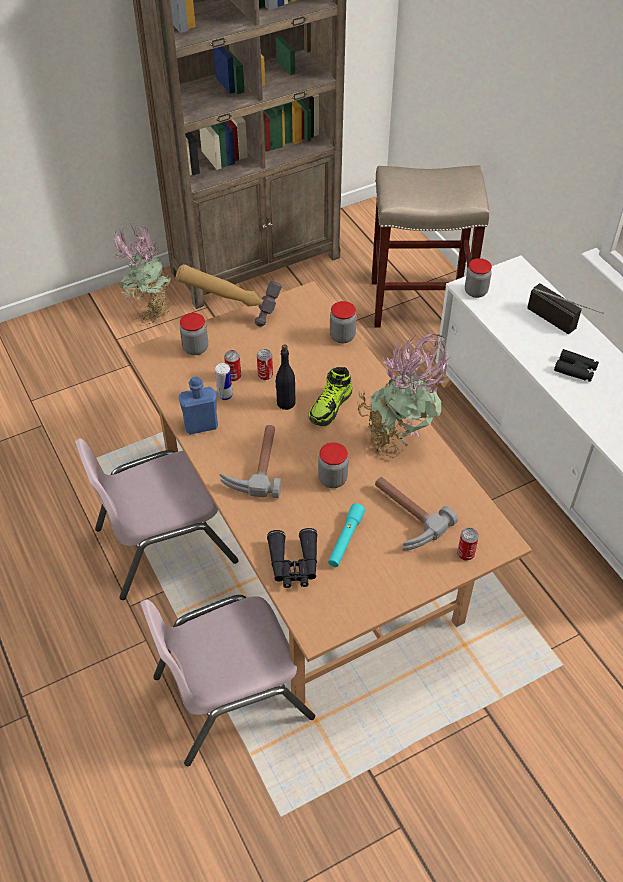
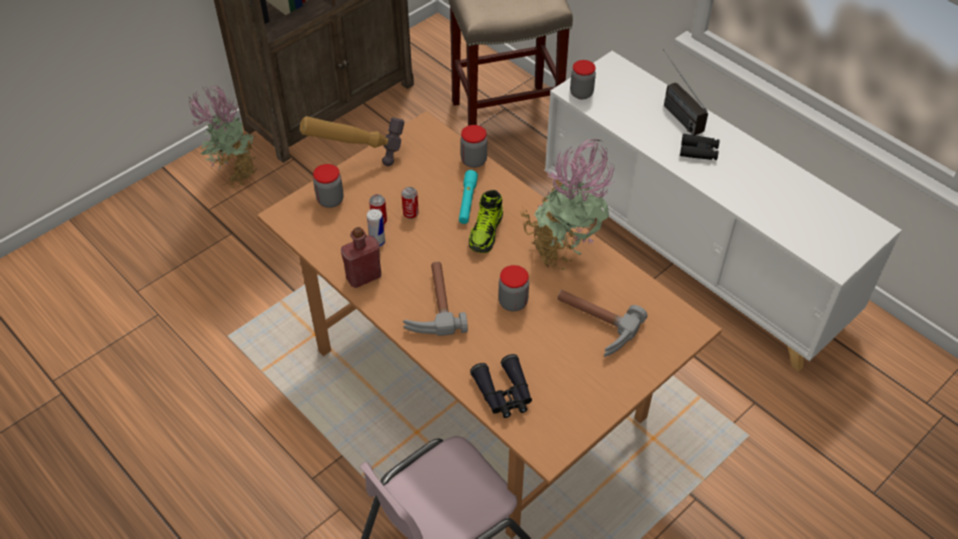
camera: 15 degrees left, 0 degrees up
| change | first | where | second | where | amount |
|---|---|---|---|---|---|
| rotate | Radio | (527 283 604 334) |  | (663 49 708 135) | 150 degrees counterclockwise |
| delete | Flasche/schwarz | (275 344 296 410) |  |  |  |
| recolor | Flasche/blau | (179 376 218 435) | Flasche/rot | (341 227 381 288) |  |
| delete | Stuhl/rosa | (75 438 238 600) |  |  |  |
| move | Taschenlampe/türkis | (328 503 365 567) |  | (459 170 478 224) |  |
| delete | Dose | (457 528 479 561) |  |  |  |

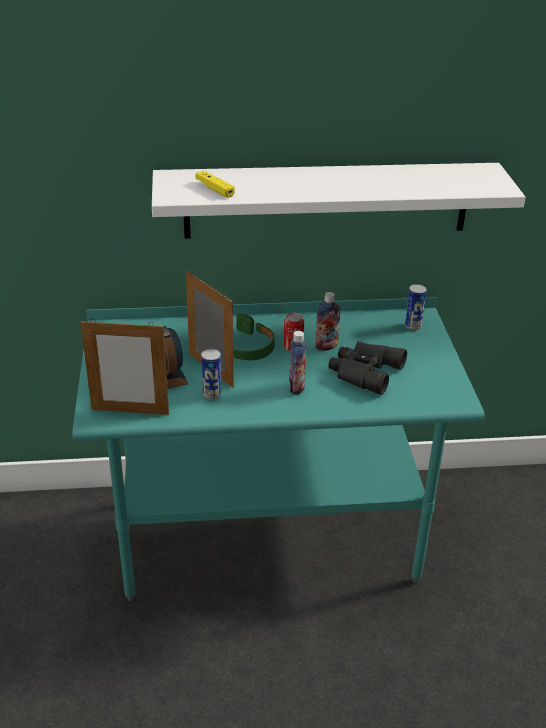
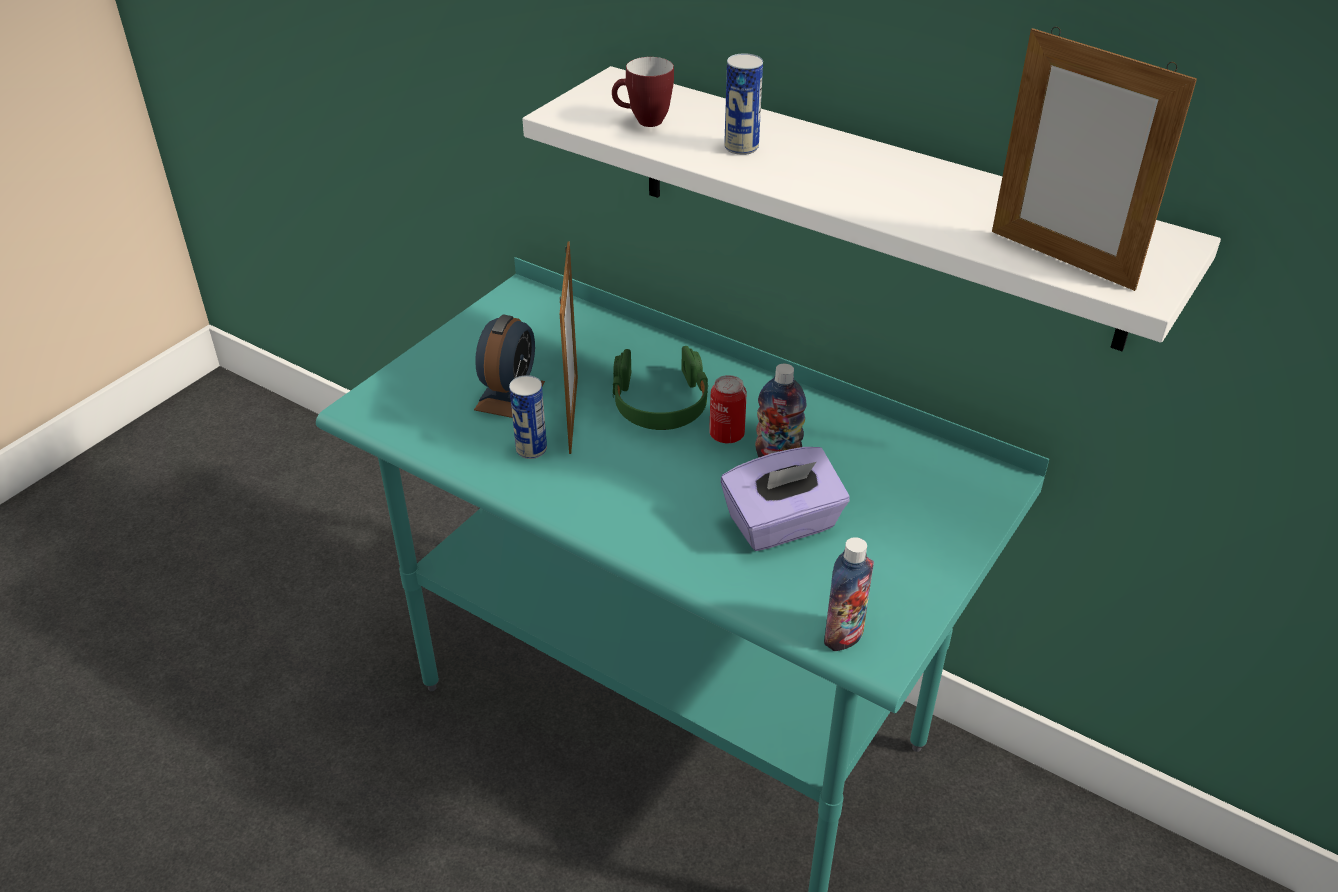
camera: 40 degrees right, 5 degrees up
| change | first | where | second | where | amount |
|---|---|---|---|---|---|
| replace | Gamepad/gelb | (196 171 235 198) | Henkelbecher | (612 57 674 127) |  |
| move | Dose | (405 284 427 330) |  | (724 53 763 155) |  |
| move | Bilderrahmen | (80 319 169 415) |  | (992 27 1197 291) |  |
| move | Flasche | (289 331 307 395) |  | (824 537 874 651) |  |
| replace | Fernglas/schwarz | (328 341 407 395) | Taschentuchbox/lila | (721 447 850 551) |  |

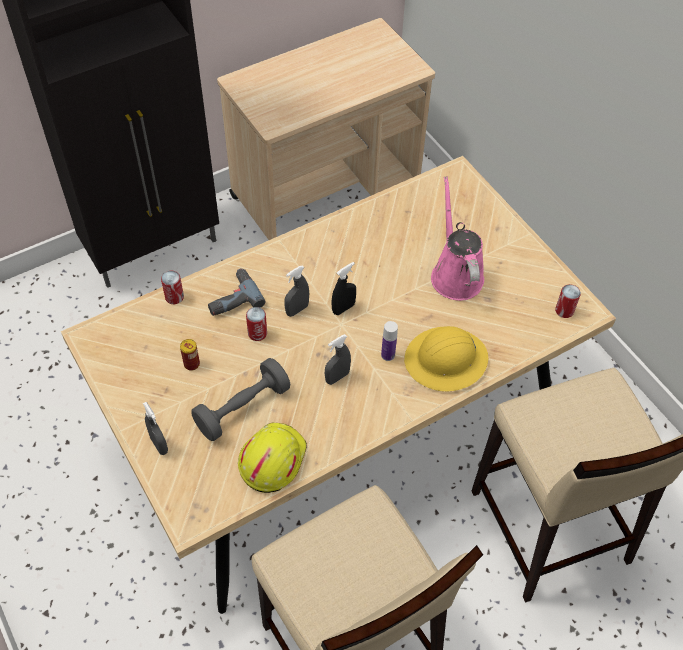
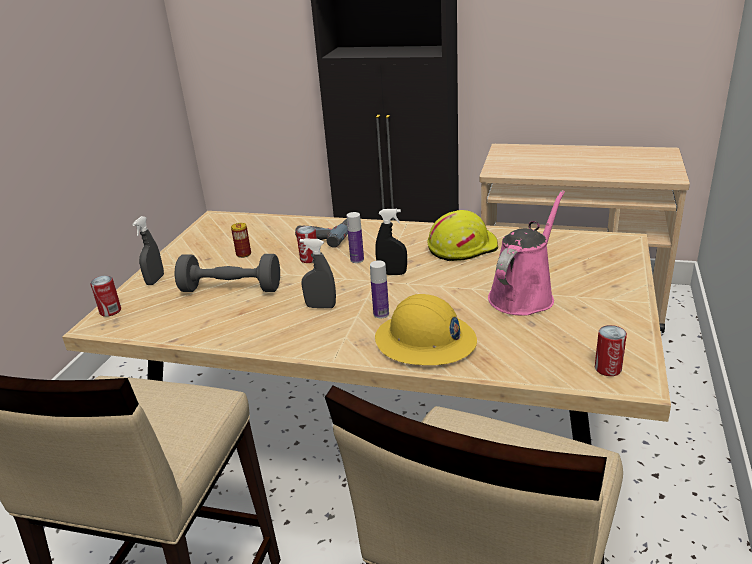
camera: 50 degrees right, 25 degrees down
| change | first | where | second | where | amount |
|---|---|---|---|---|---|
| replace | Sprühflasche/grau | (285 266 309 317) | Flasche | (346 212 364 263) |  |
| move | Dose | (161 271 184 304) |  | (90 275 121 317) |  |
| move | Schutzhelm/gelb | (238 422 307 493) |  | (427 210 498 261) |  |

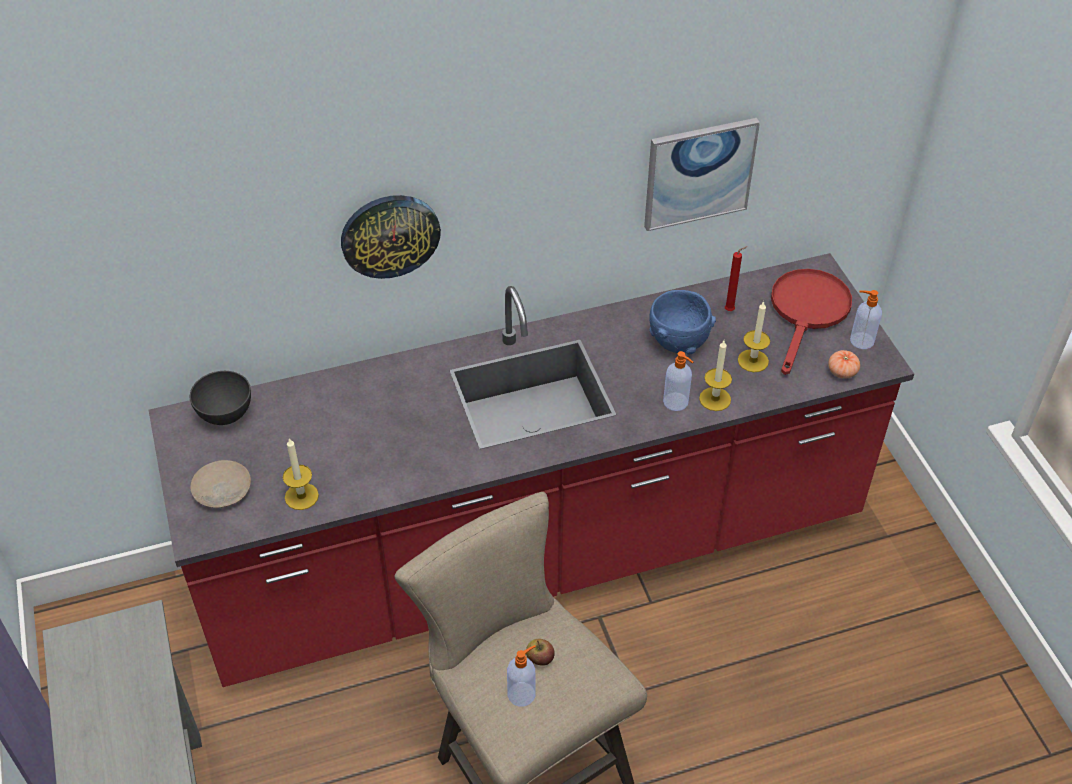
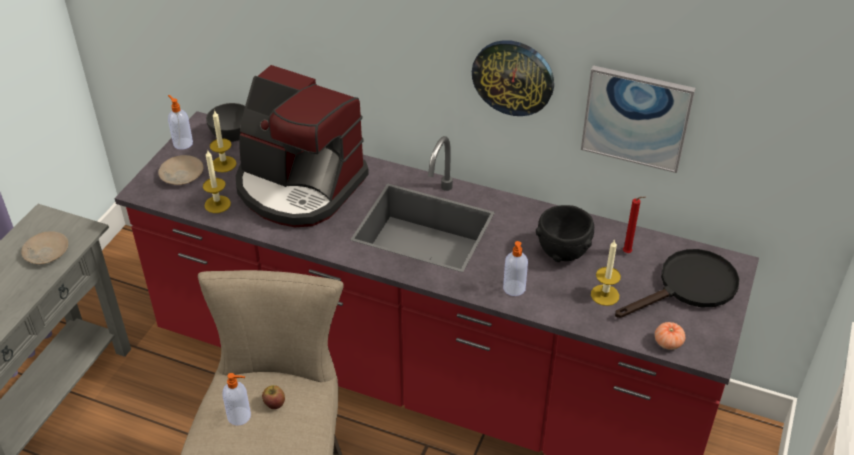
camera: 40 degrees right, 5 degrees down
| change | first | where | second | where | amount |
|---|---|---|---|---|---|
| move | Wanduhr | (341 195 441 279) |  | (472 40 554 116) |  |
| recolor | Pfanne/rot | (771 269 852 375) | Pfanne/schwarz | (615 249 739 318) |  |
| recolor | Schüssel/blau | (649 290 716 354) | Schüssel/schwarz | (536 205 594 262) |  |
| move | Seifenspender | (850 290 882 349) |  | (168 95 193 150) |  |
| move | Kerze | (699 340 732 411) |  | (210 110 236 172) |  |
| insert |  |  | Kaffeemaschine | (236 65 369 227) |  |
| insert |  |  | Teller/beige | (21 231 68 264) |  |

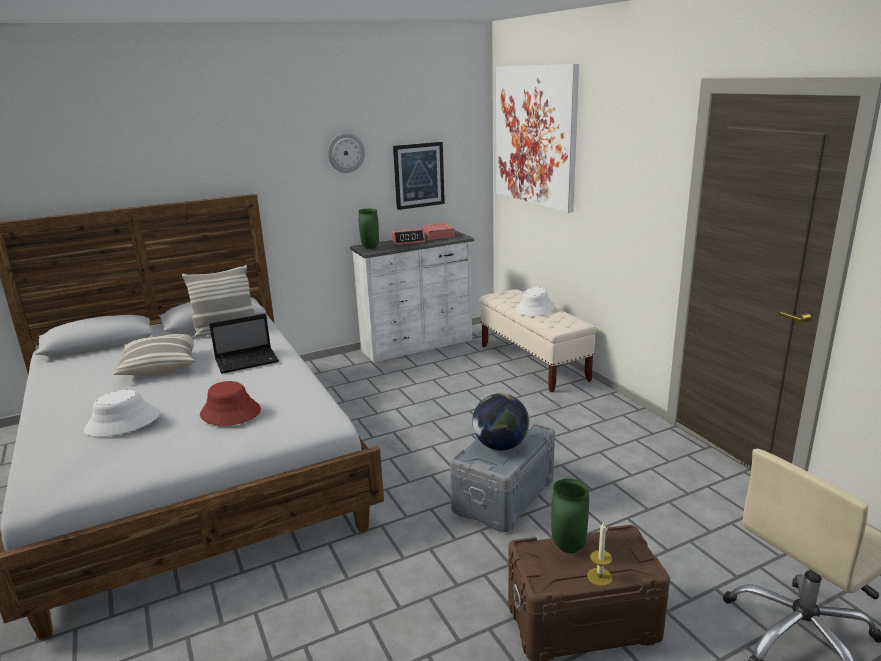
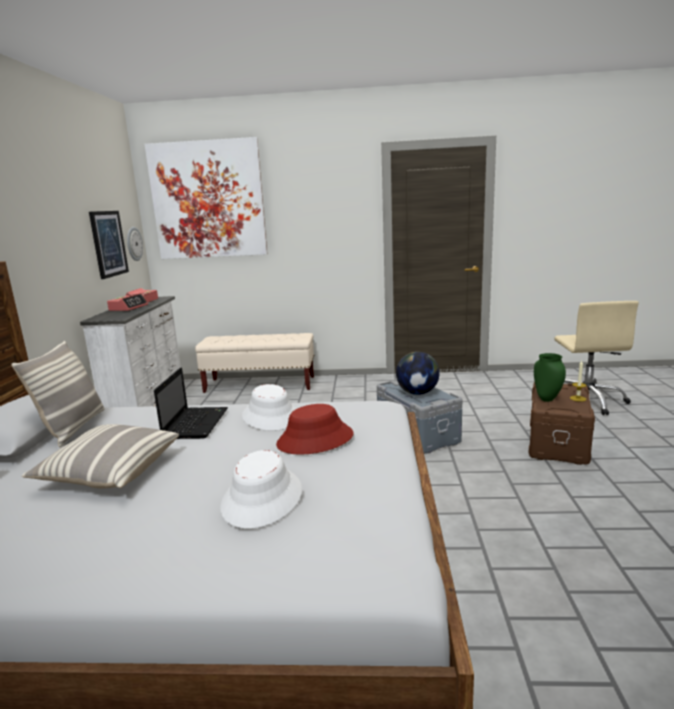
camera: 60 degrees left, 5 degrees down
| change | first | where | second | where | amount |
|---|---|---|---|---|---|
| move | Wanduhr | (328 133 365 173) |  | (127 227 143 261) |  |
| delete | Vase/grün | (358 209 379 249) |  |  |  |
| move | Hut/weiß | (516 287 555 316) |  | (242 384 296 431) |  |

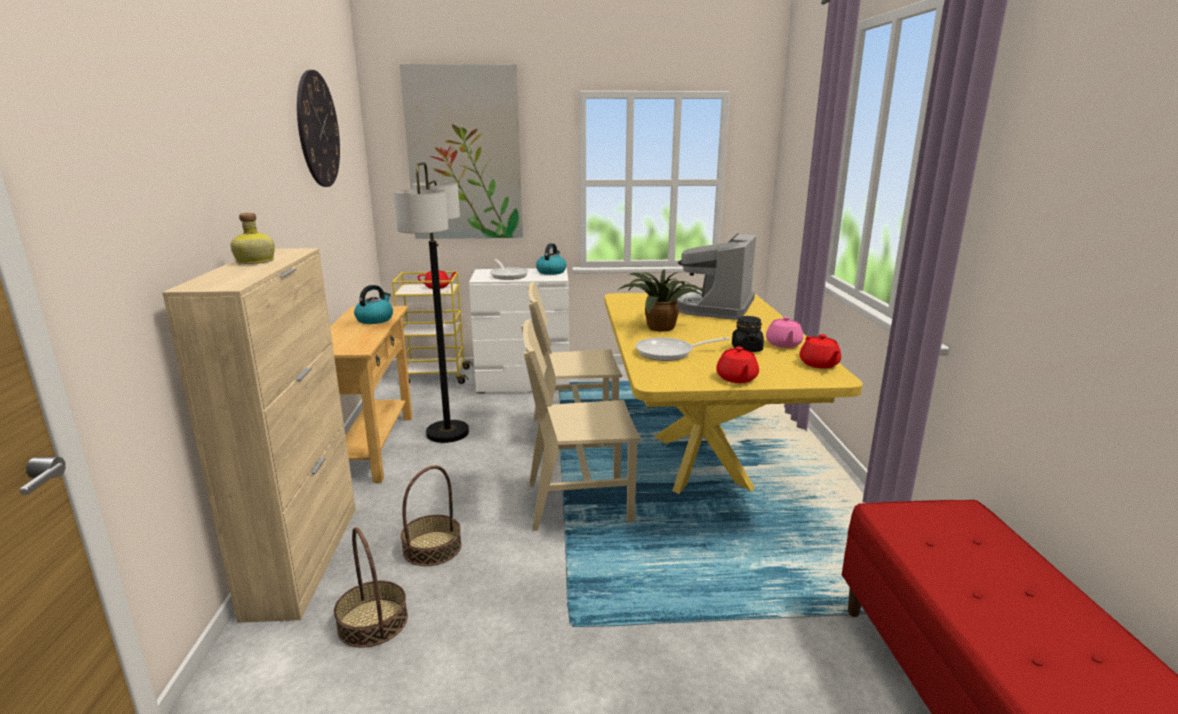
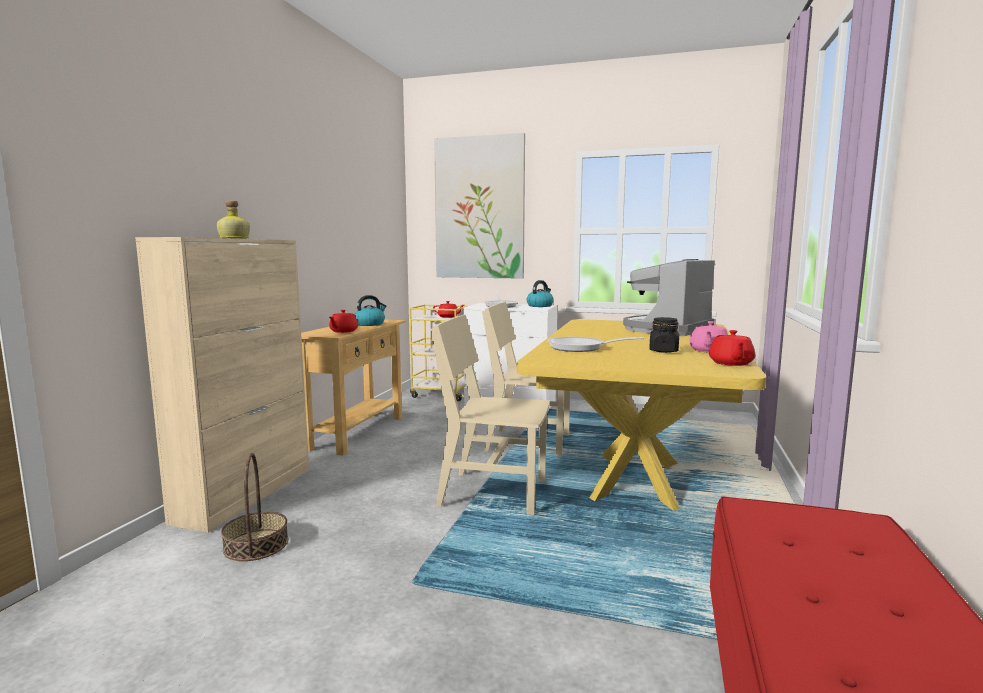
camera: 20 degrees right, 10 degrees down
| change | first | where | second | where | amount |
|---|---|---|---|---|---|
| delete | Wanduhr | (297 70 340 187) |  |  |  |
| delete | Stehlampe | (394 162 469 443) |  |  |  |
| delete | Topfpflanze | (618 270 704 332) |  |  |  |
| move | Teekanne/rot | (716 347 759 383) |  | (329 310 358 333) |  |
| delete | Korb | (401 465 462 566) |  |  |  |

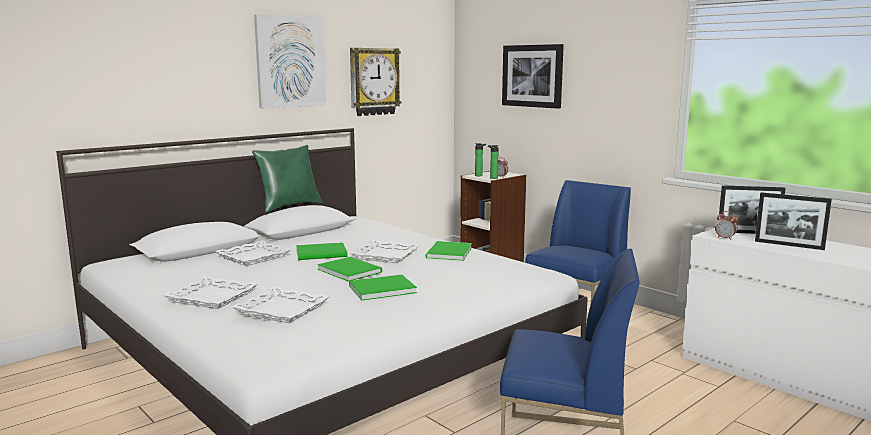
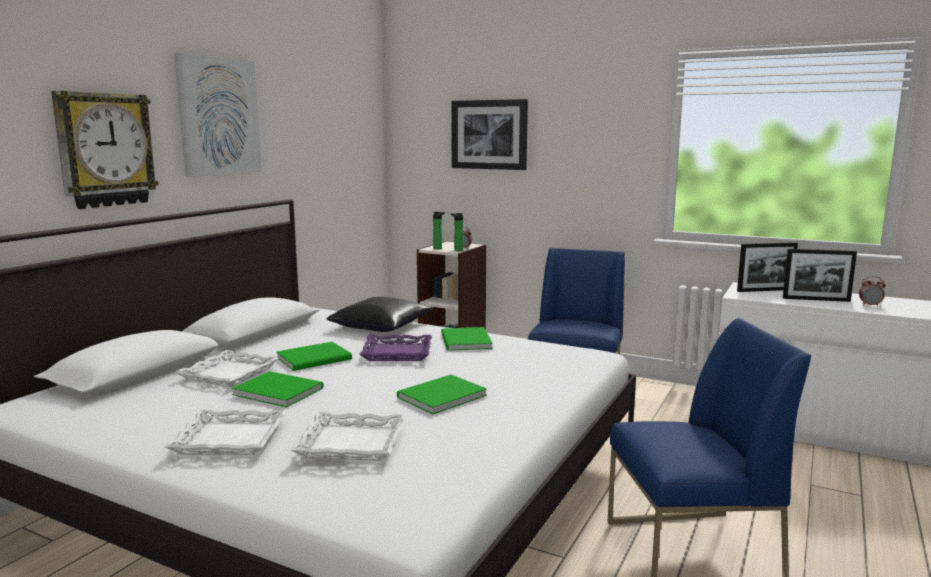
camera: 20 degrees left, 0 degrees up
| change | first | where | second | where | amount |
|---|---|---|---|---|---|
| move | Wanduhr | (350 48 401 116) |  | (51 91 159 209) |  |
| delete | Kissen/grün | (252 145 323 213) |  |  |  |
| move | Wecker | (715 211 738 240) |  | (859 276 886 307) |  |
| recolor | Tablett/weiß | (350 240 420 263) | Tablett/lila | (359 335 432 361) |  |
| move | Buch/grün | (317 257 382 282) |  | (231 371 324 407) |  |
| insert |  |  | Kissen/schwarz | (326 297 434 332) |  |

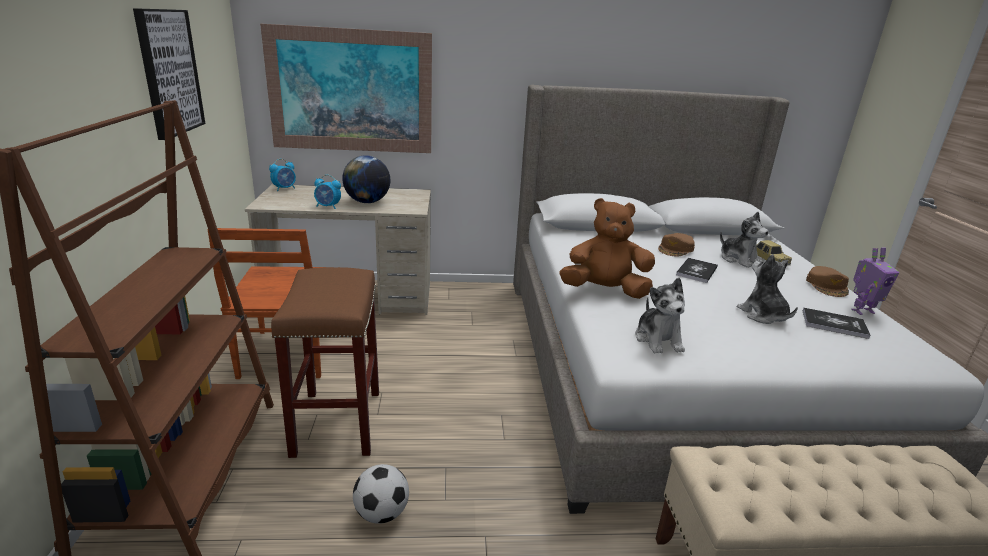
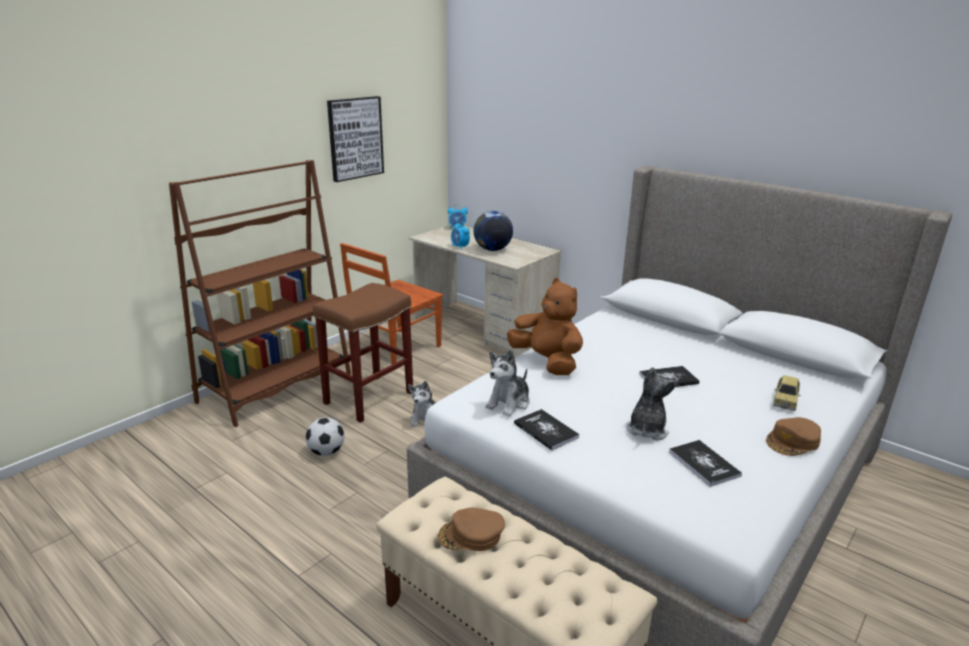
camera: 45 degrees right, 0 degrees up
| change | first | where | second | where | amount |
|---|---|---|---|---|---|
| delete | Bild | (260 24 432 153) |  |  |  |
| move | Plüschtier | (720 212 769 268) |  | (408 381 436 427) |  |
| move | Kappe/braun | (658 233 695 256) |  | (438 508 505 551) |  |
| delete | Spielzeugroboter | (851 248 899 315) |  |  |  |
| insert |  |  | Buch | (514 409 579 451) |  |

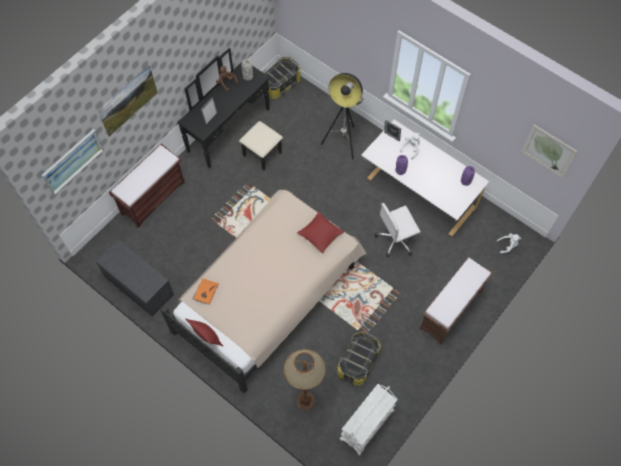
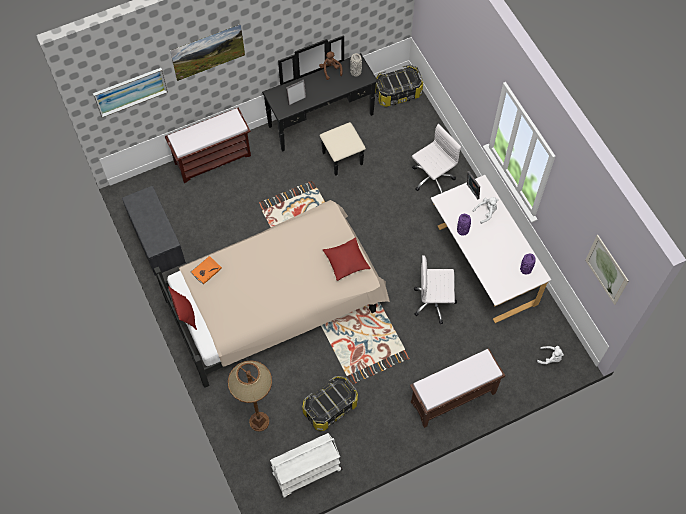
camera: 25 degrees right, 0 degrees up
| change | first | where | second | where | amount |
|---|---|---|---|---|---|
| replace | Stehlampe | (321 73 364 160) | Bürostuhl/weiß | (412 124 461 194) |  |

